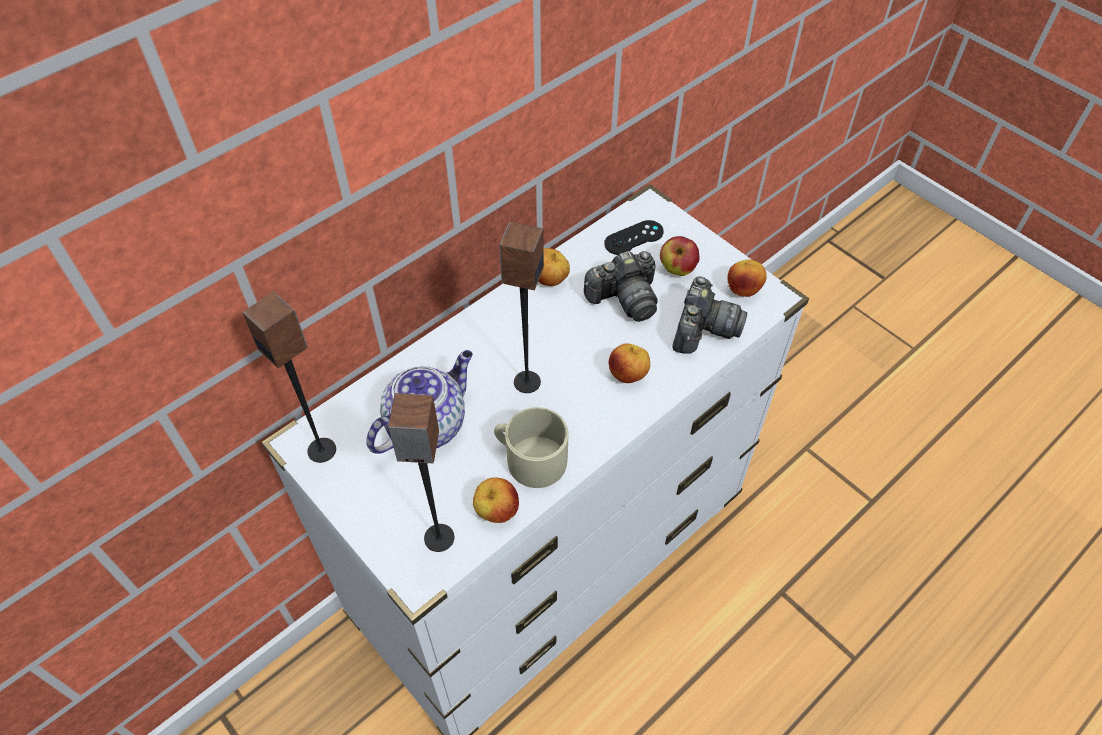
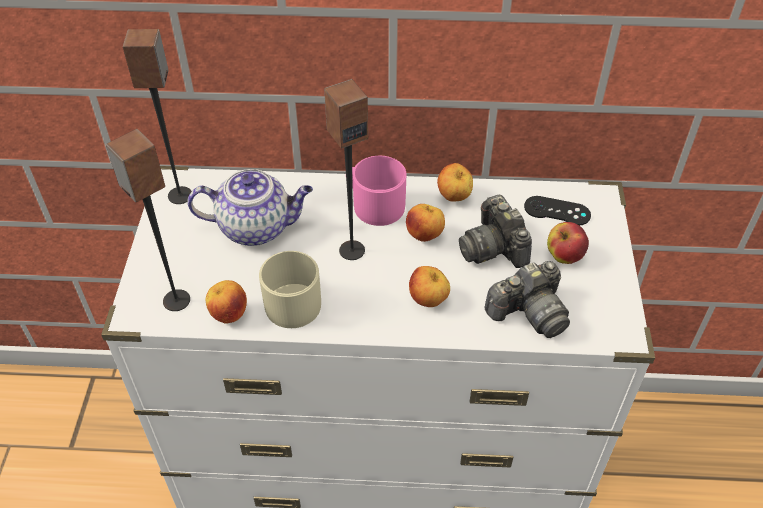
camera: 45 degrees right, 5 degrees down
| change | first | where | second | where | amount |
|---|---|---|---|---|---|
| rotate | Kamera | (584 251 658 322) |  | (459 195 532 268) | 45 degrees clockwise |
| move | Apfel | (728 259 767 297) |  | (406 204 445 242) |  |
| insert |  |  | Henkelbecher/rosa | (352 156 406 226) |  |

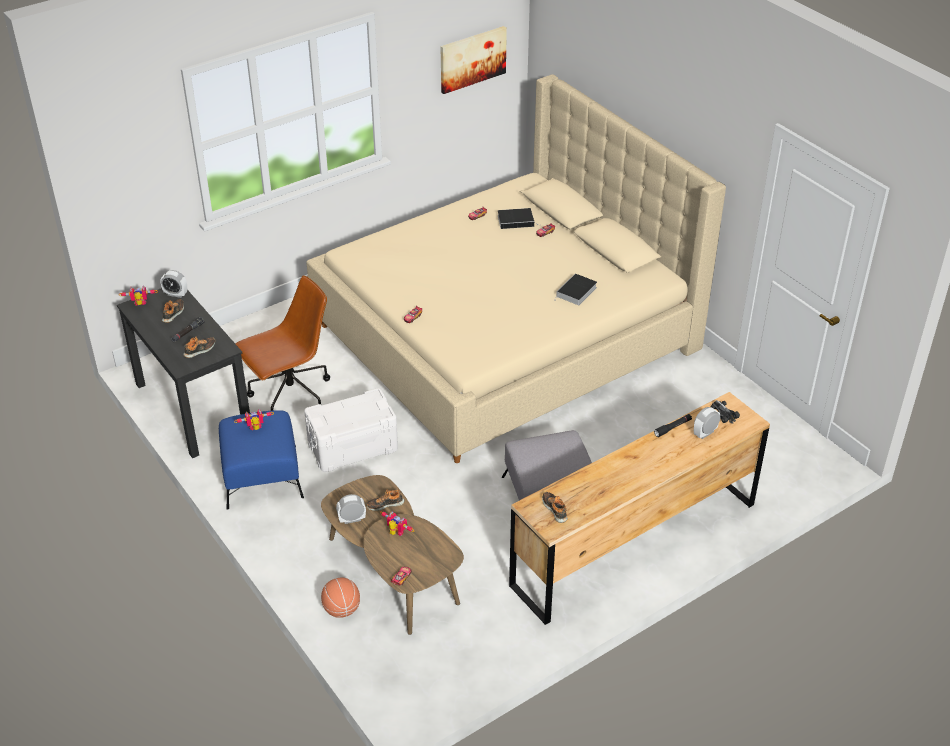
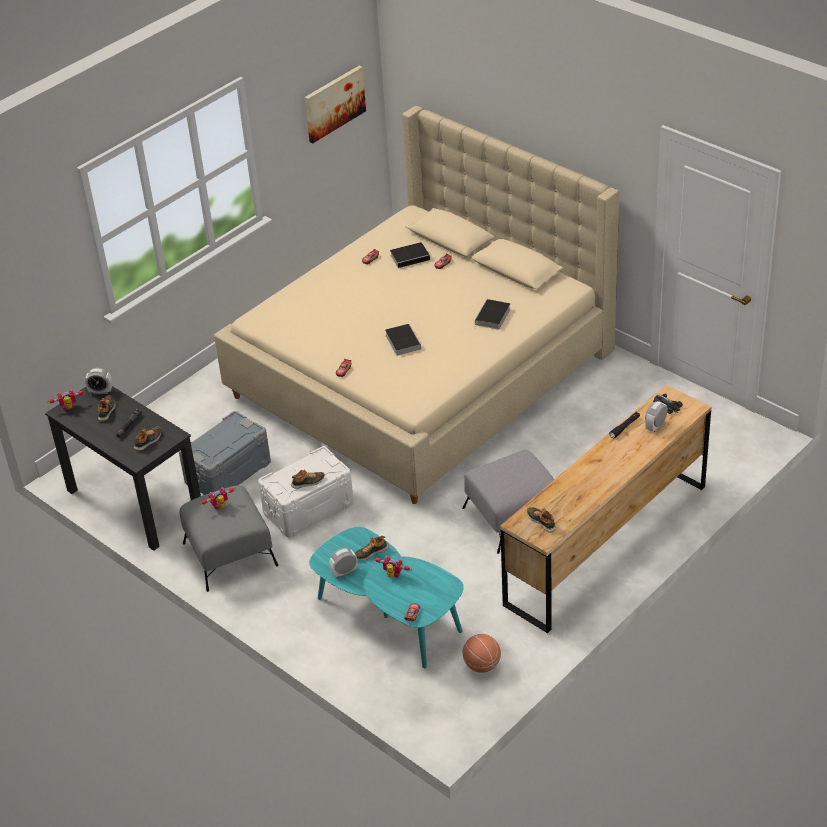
camera: 10 degrees left, 0 degrees up
| change | first | where | second | where | amount |
|---|---|---|---|---|---|
| replace | Bürostuhl/braun | (235 275 330 411) | Aufbewahrungsbox/grau | (179 411 271 495) |  |
| recolor | Polsterhocker/blau | (219 410 304 510) | Polsterhocker/grau | (179 485 278 592) |  |
| recolor | Couchtisch/braun | (321 475 464 635) | Couchtisch/türkis | (309 527 464 668) |  |
| move | Basketball | (321 578 360 618) |  | (463 634 501 673) |  |
| insert |  |  | Buch | (385 324 421 356) |  |
| insert |  |  | Schuh | (291 470 325 489) |  |

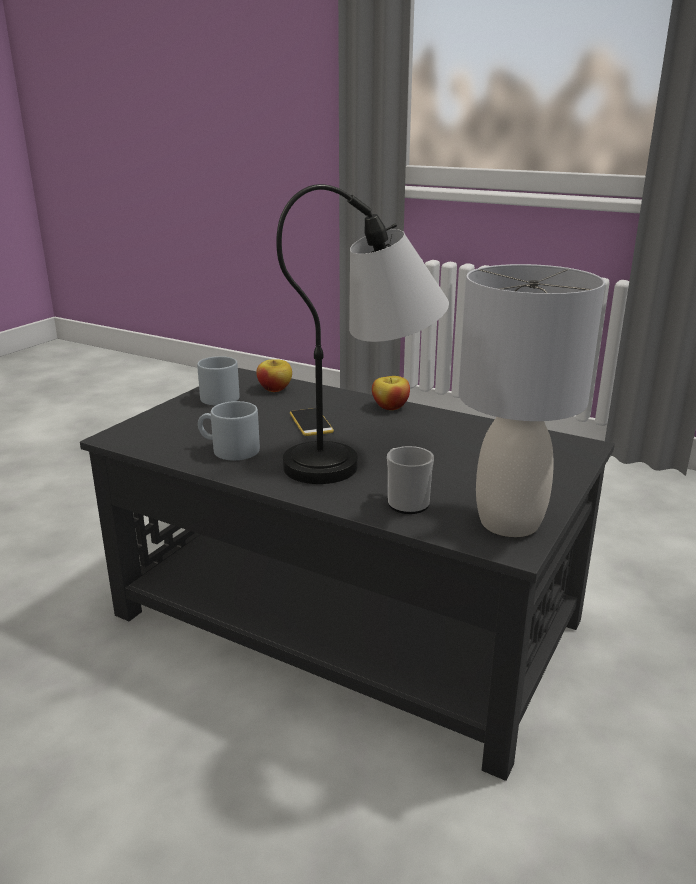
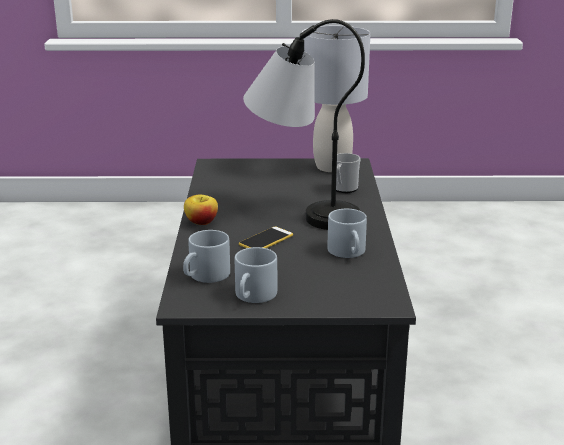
camera: 120 degrees left, 0 degrees up
| change | first | where | second | where | amount |
|---|---|---|---|---|---|
| replace | Apfel | (256 359 292 392) | Henkelbecher/grau | (183 230 230 283) |  |

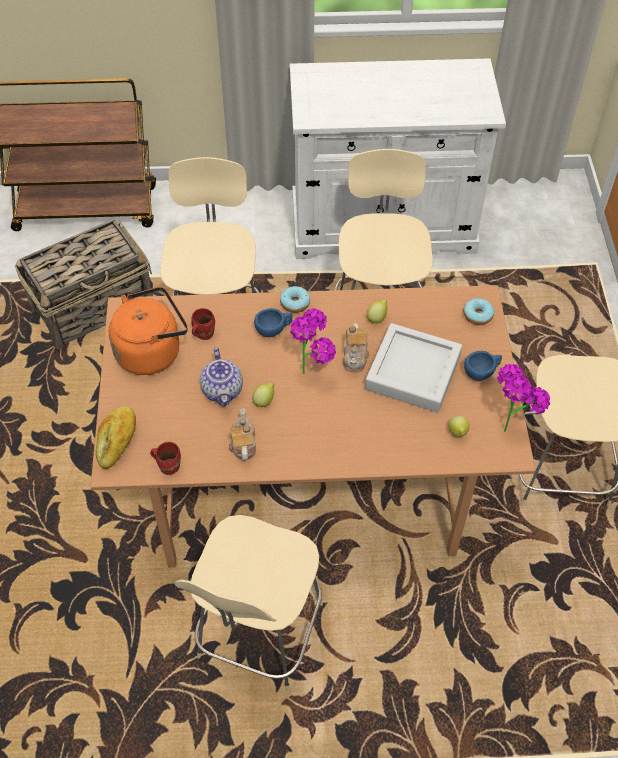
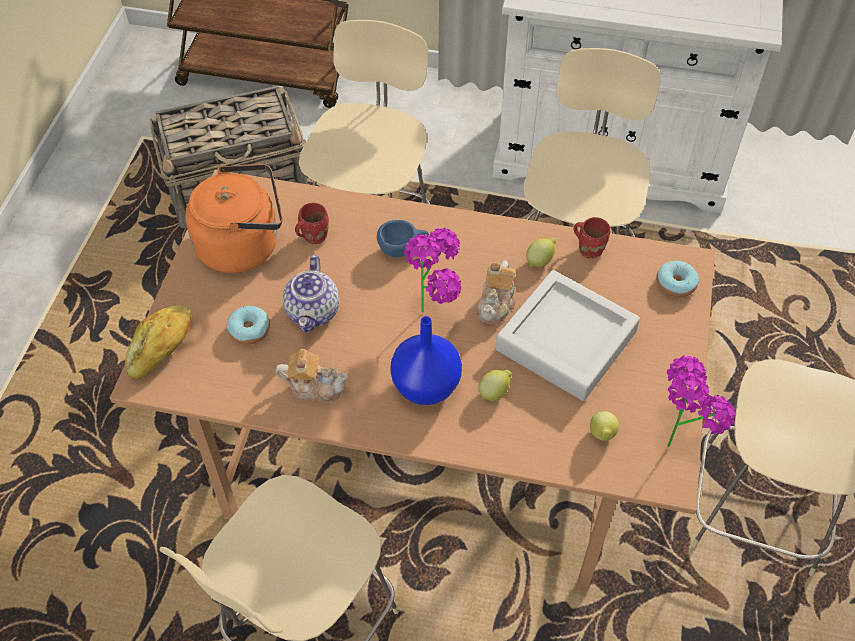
camera: 15 degrees right, 0 degrees up
| change | first | where | second | where | amount |
|---|---|---|---|---|---|
| move | Donut | (280 286 310 313) |  | (227 306 270 345) |  |
| delete | Tasse/blau | (464 351 502 381) |  |  |  |
| move | Zitrone | (252 382 274 408) |  | (478 369 512 401) |  |
| rotate | Teekanne | (229 408 256 461) |  | (276 349 348 403) | 90 degrees clockwise |
| move | Henkelbecher/rot | (150 442 181 475) |  | (573 217 610 259) |  |
| insert |  |  | Vase/blau | (390 316 462 405) |  |

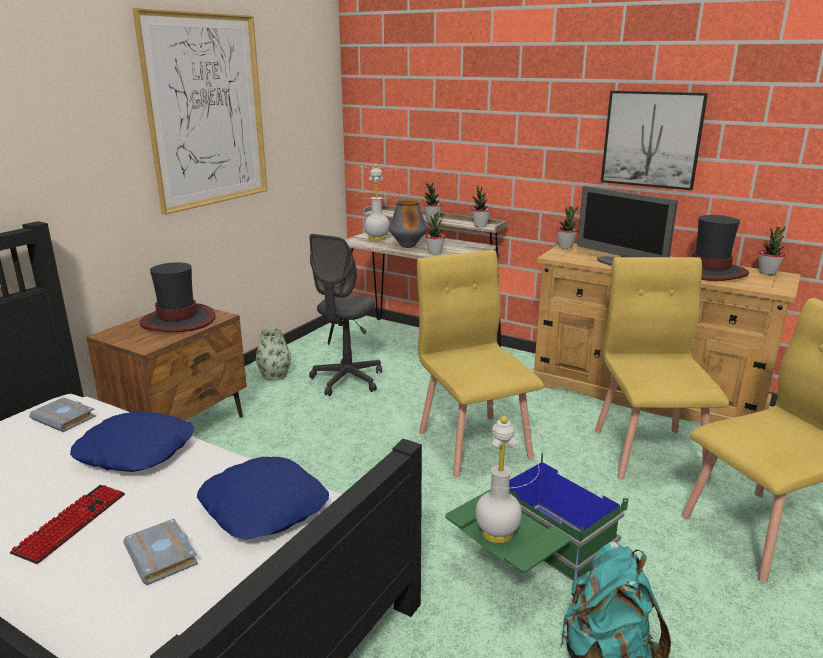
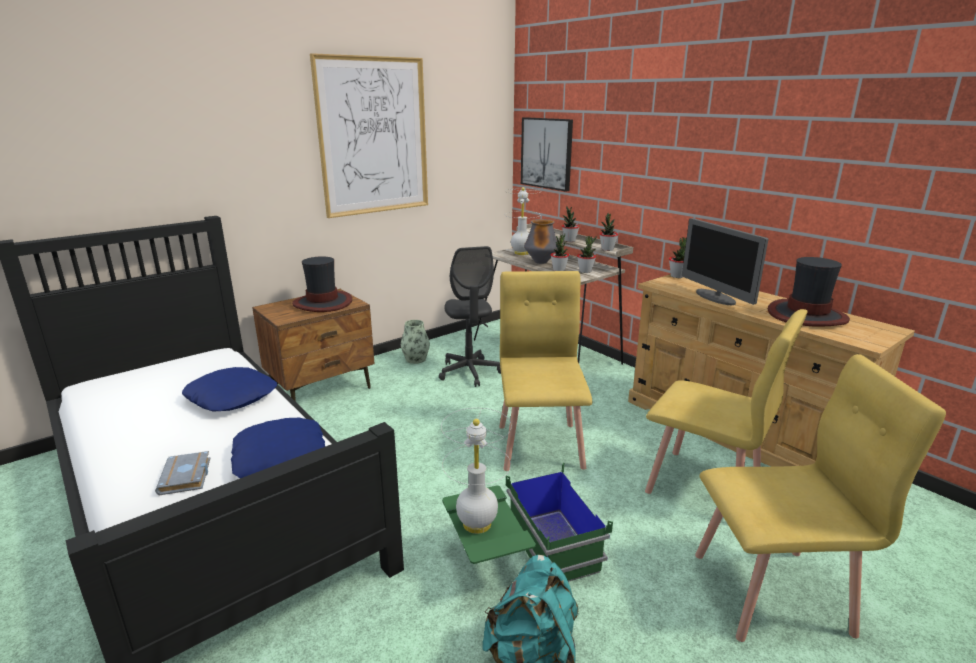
camera: 20 degrees right, 0 degrees up
| change | first | where | second | where | amount |
|---|---|---|---|---|---|
| move | Bild | (601 91 708 190) |  | (521 117 573 191) |  |
| move | Topfpflanze | (758 226 785 275) |  | (577 236 597 273) |  |
| rotate | Bürostuhl/grau | (309 234 382 396) |  | (439 246 501 387) | 60 degrees counterclockwise |
| rotate | Stuhl/gelb | (595 257 729 480) |  | (645 309 808 494) | 105 degrees clockwise |
| delete | Buch/grau | (29 397 96 432) |  |  |  |
| delete | Tastatur | (10 485 125 564) |  |  |  |

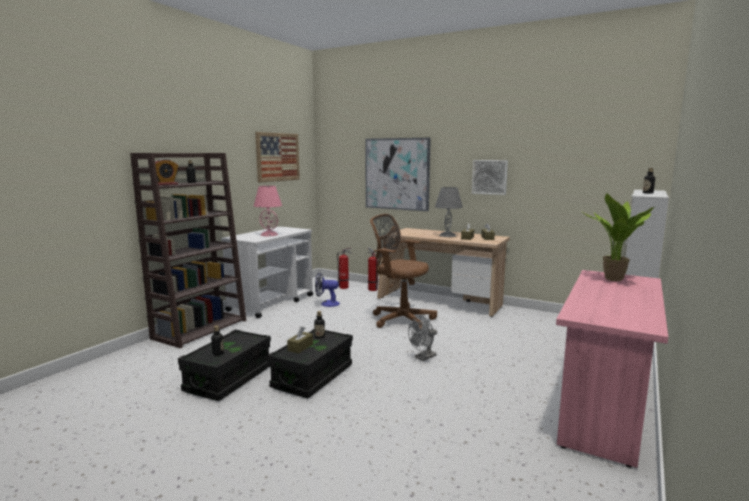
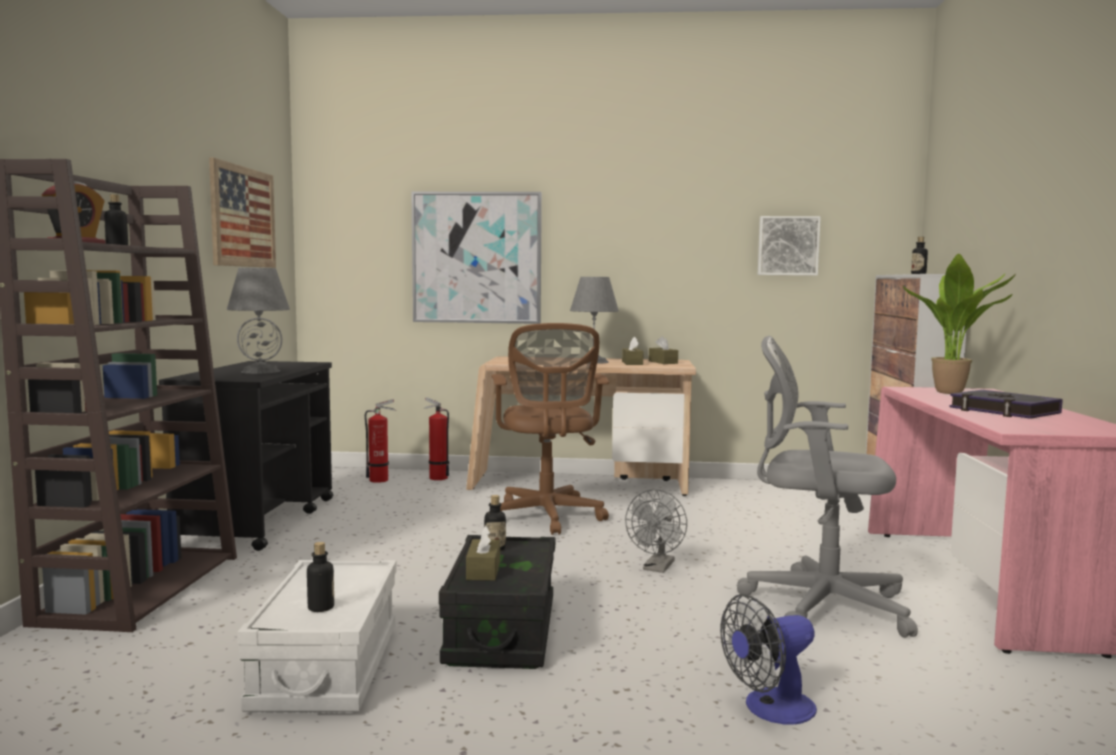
camera: 25 degrees left, 5 degrees down
| change | first | where | second | where | amount |
|---|---|---|---|---|---|
| move | Bild | (472 160 508 195) |  | (758 216 821 276) |  |
| recolor | Tischlampe/rosa | (254 186 282 236) | Tischlampe/grau | (227 268 290 374) |  |
| rotate | Bürostuhl/braun | (370 214 437 328) |  | (491 323 609 535) | 105 degrees counterclockwise |
| recolor | Rollwagen/weiß | (221 226 313 319) | Rollwagen/schwarz | (159 361 333 551) |  |
| move | Ventilator | (315 272 340 307) |  | (720 594 817 724) |  |
| recolor | Aufbewahrungsbox/schwarz | (178 329 271 401) | Aufbewahrungsbox/weiß | (237 560 397 714) |  |
| insert |  |  | Bürostuhl/grau | (737 336 918 638) |  |
| insert |  |  | Buch | (949 390 1063 419) |  |

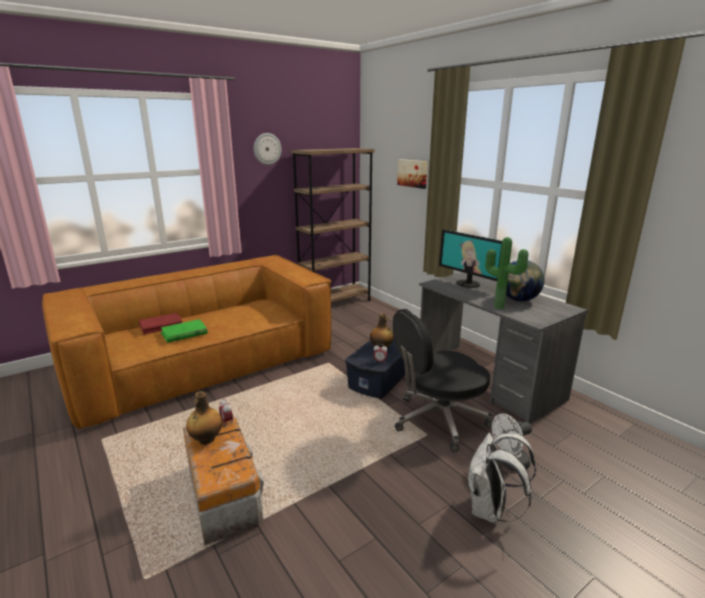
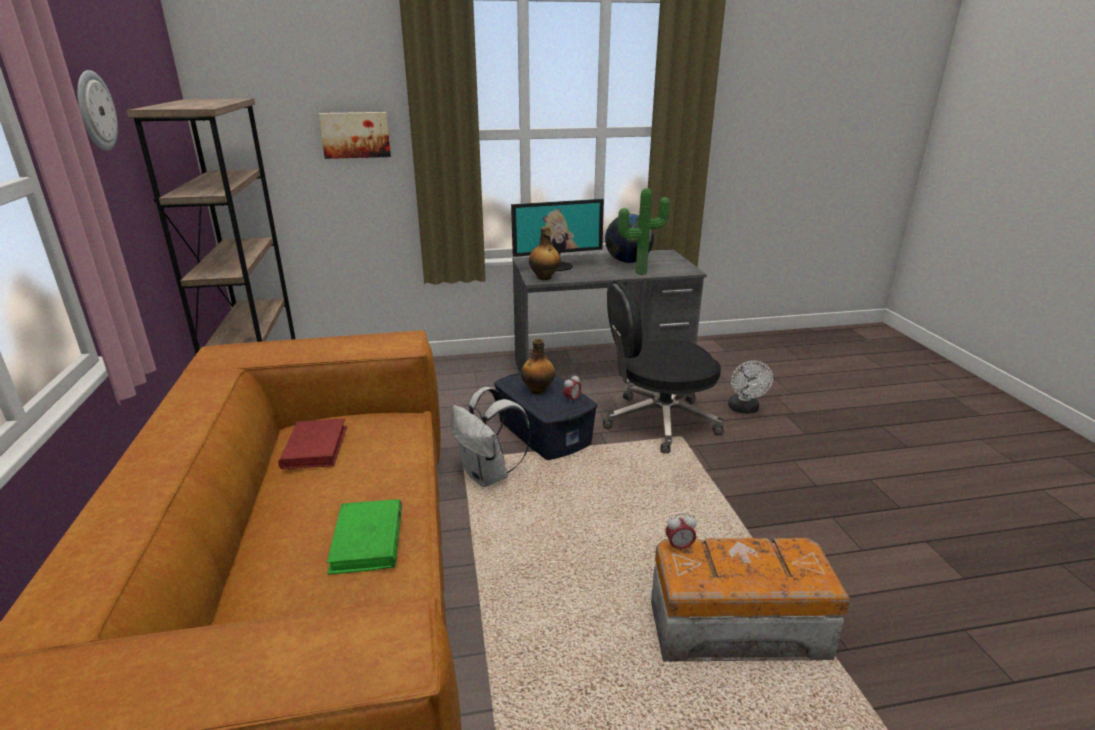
camera: 65 degrees left, 5 degrees up
| change | first | where | second | where | amount |
|---|---|---|---|---|---|
| rotate | Bürostuhl/schwarz | (393 309 494 452) |  | (603 281 724 453) | 75 degrees clockwise |
| move | Buch/rot | (139 313 183 335) |  | (278 419 347 469) |  |
| move | Flasche | (186 391 223 445) |  | (529 227 561 280) |  |
| move | Rucksack/weiß | (468 433 536 523) |  | (451 387 531 487) |  |

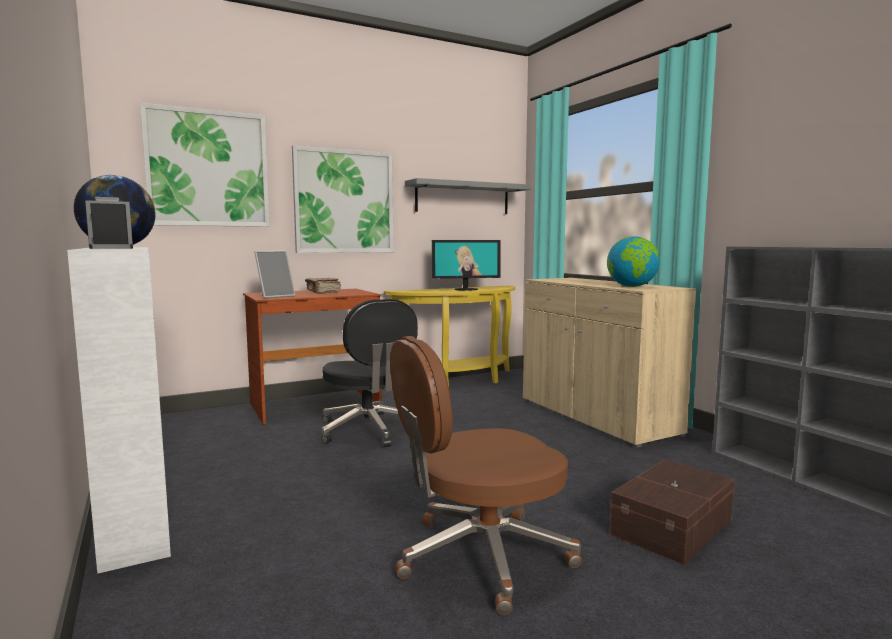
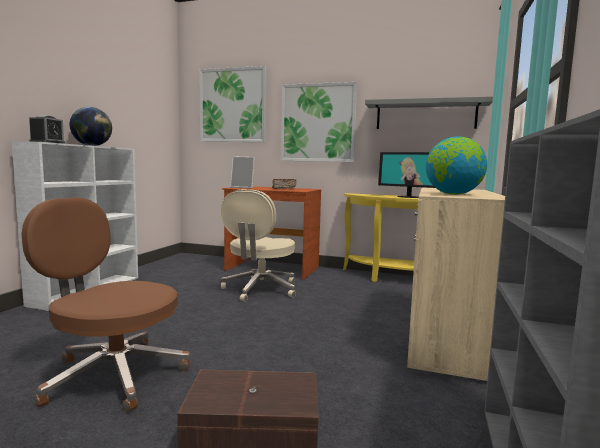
camera: 45 degrees right, 0 degrees up
| change | first | where | second | where | amount |
|---|---|---|---|---|---|
| recolor | Bürostuhl/schwarz | (321 299 418 447) | Bürostuhl/beige | (221 189 296 301) |  |

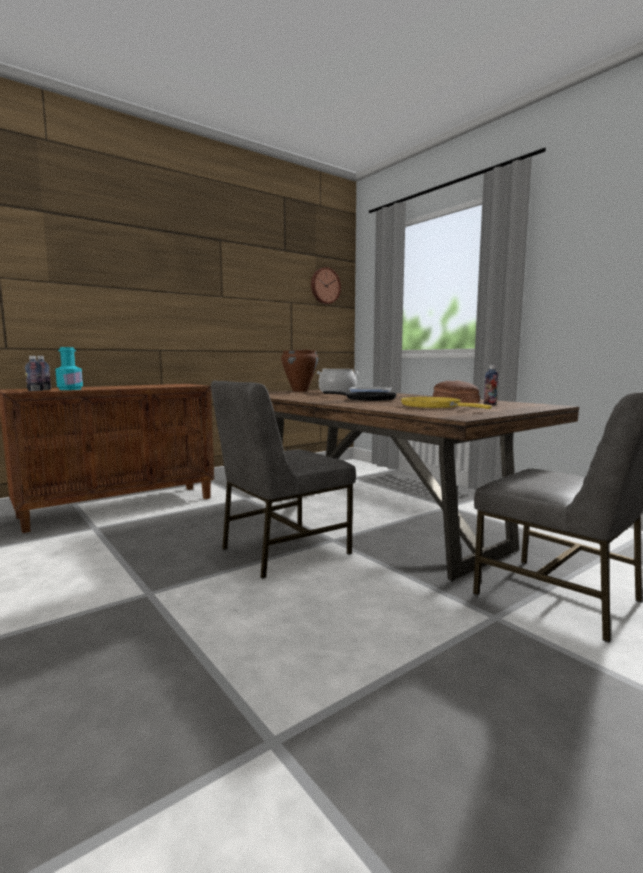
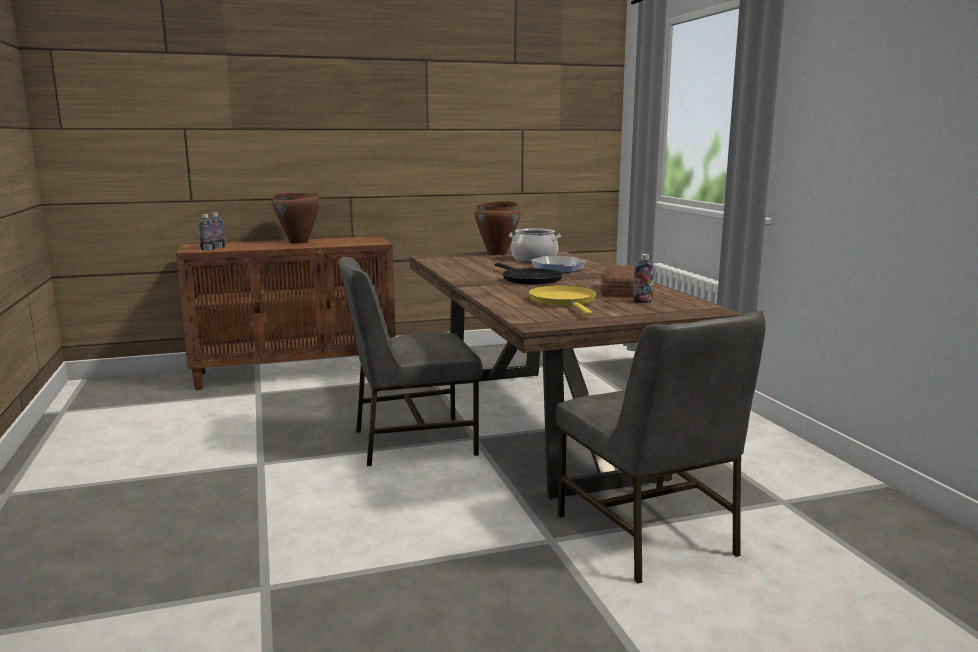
camera: 20 degrees right, 5 degrees up
| change | first | where | second | where | amount |
|---|---|---|---|---|---|
| delete | Wanduhr | (311 267 341 304) |  |  |  |
| delete | Flasche/türkis | (55 347 83 390) |  |  |  |
| insert |  |  | Kochtopf/braun | (272 193 320 244) |  |

